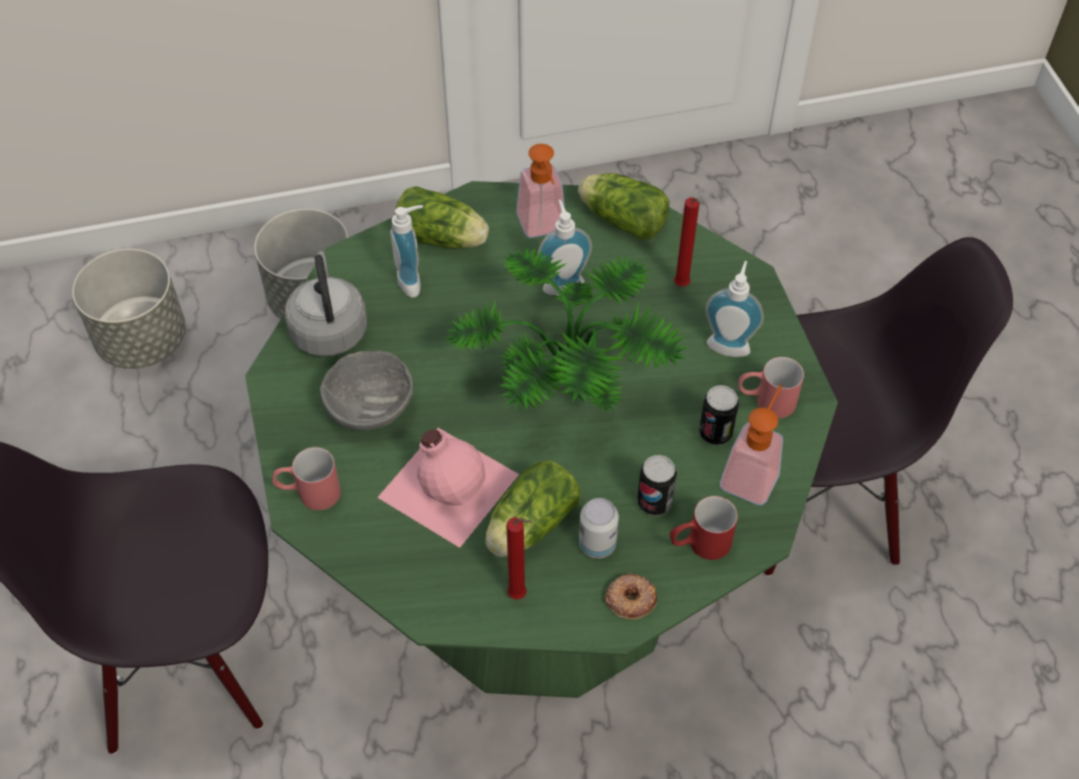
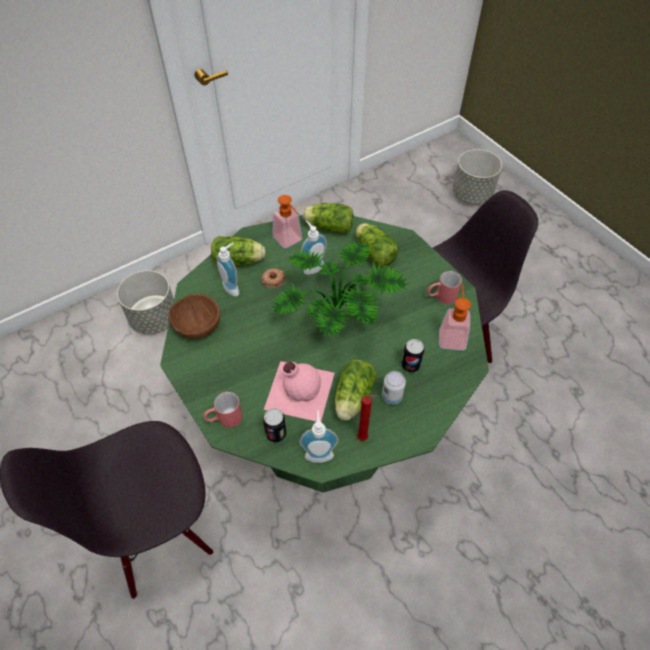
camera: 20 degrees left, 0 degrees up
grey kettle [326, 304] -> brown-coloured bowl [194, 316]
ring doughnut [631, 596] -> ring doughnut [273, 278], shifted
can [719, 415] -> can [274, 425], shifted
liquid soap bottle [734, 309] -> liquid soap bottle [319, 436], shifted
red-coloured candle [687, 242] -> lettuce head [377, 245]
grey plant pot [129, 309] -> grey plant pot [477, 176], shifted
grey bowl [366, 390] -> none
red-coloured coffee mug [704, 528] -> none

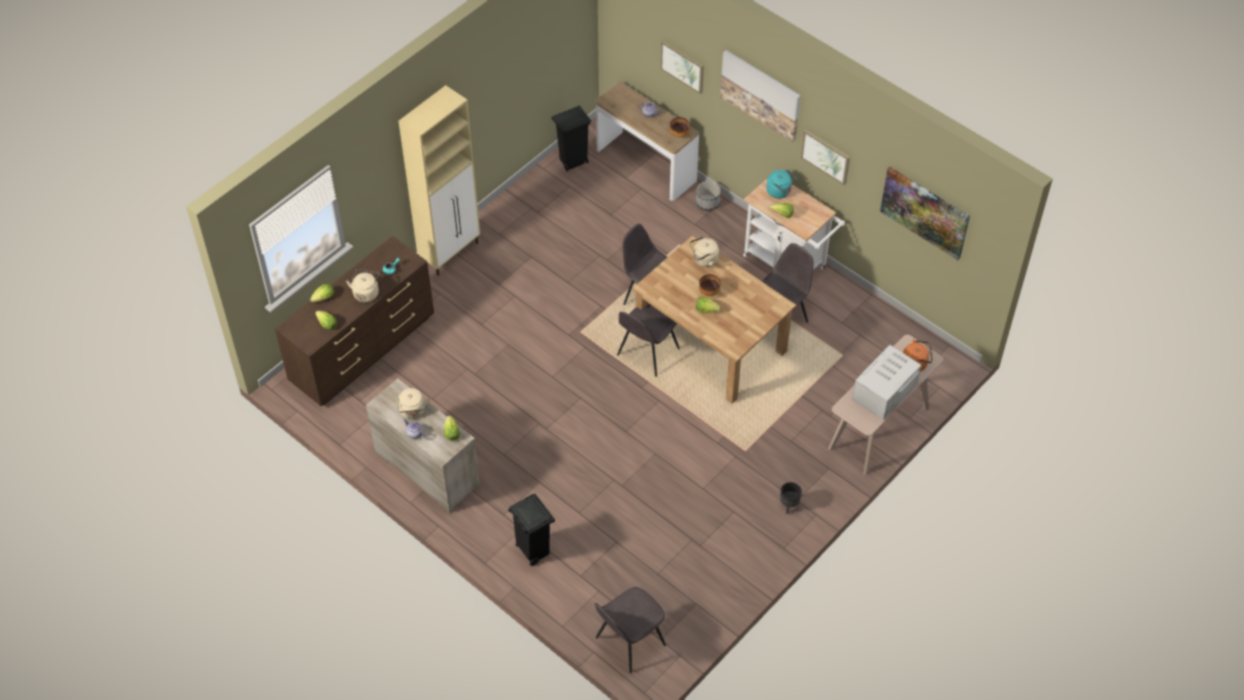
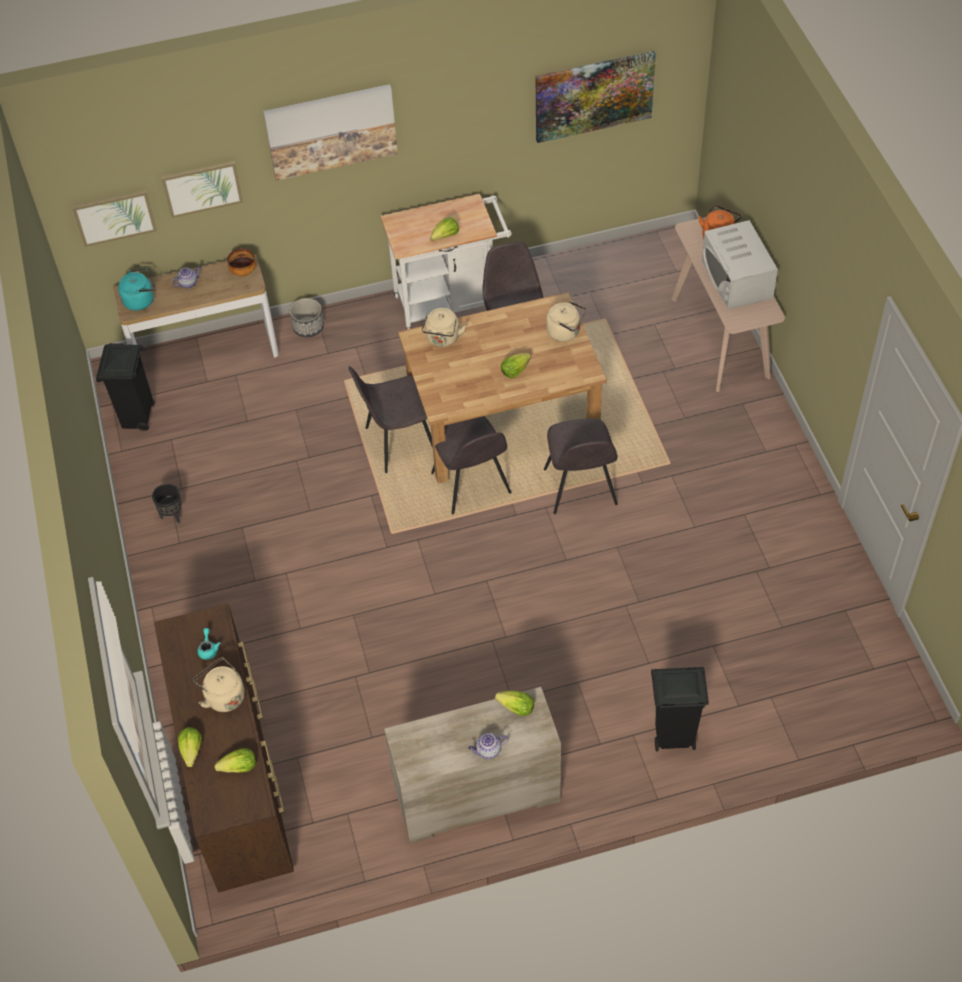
camera: 55 degrees left, 0 degrees up
wall art [825, 157] -> wall art [114, 218], shifted
turquoise kettle [781, 184] -> turquoise kettle [136, 289], shifted
black plant pot [791, 498] -> black plant pot [167, 503], shifted
grey plain chair [630, 630] -> grey plain chair [581, 466], shifted
beige kettle [414, 403] -> beige kettle [566, 321], shifted
beige cupboard [439, 180] -> none
bowl [710, 285] -> none

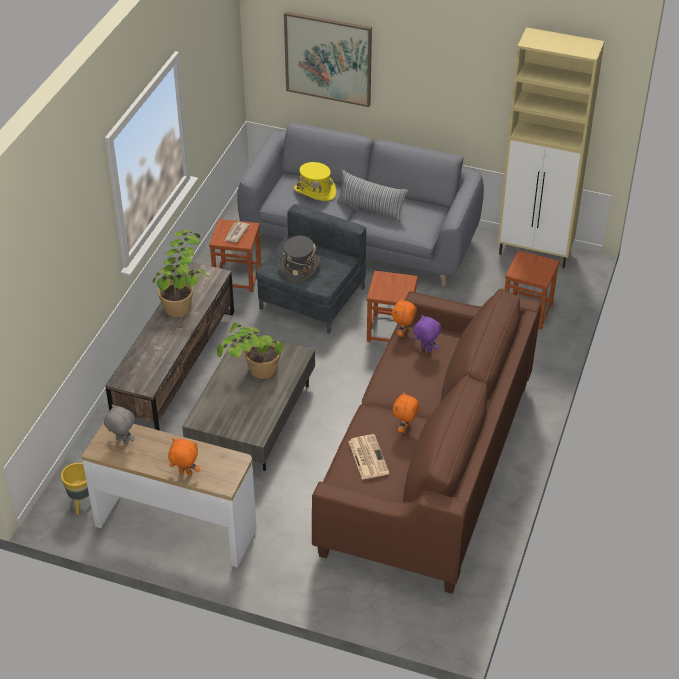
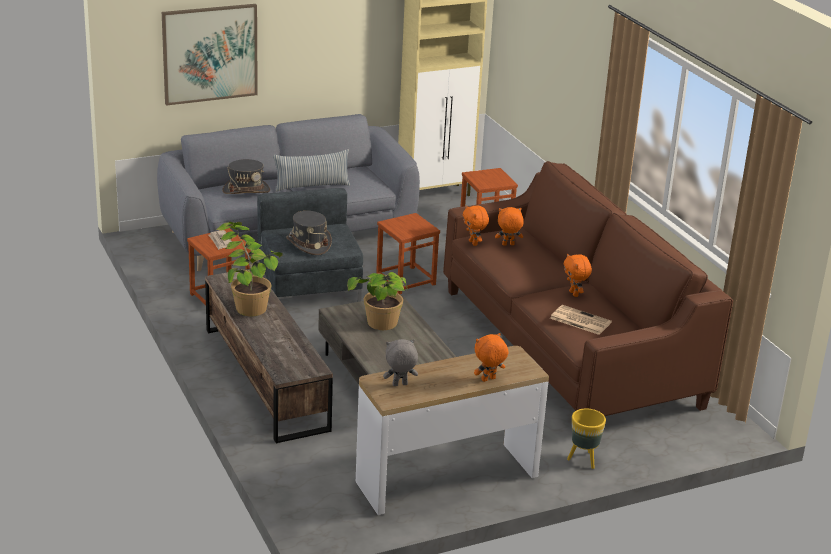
camera: 45 degrees left, 15 degrees down
yellowish wearable hat [315, 181] -> grey wearable hat [246, 176]
purple soft toy [427, 333] -> orange soft toy [509, 226]
yellowish plant pot [75, 489] -> yellowish plant pot [586, 438], shifted

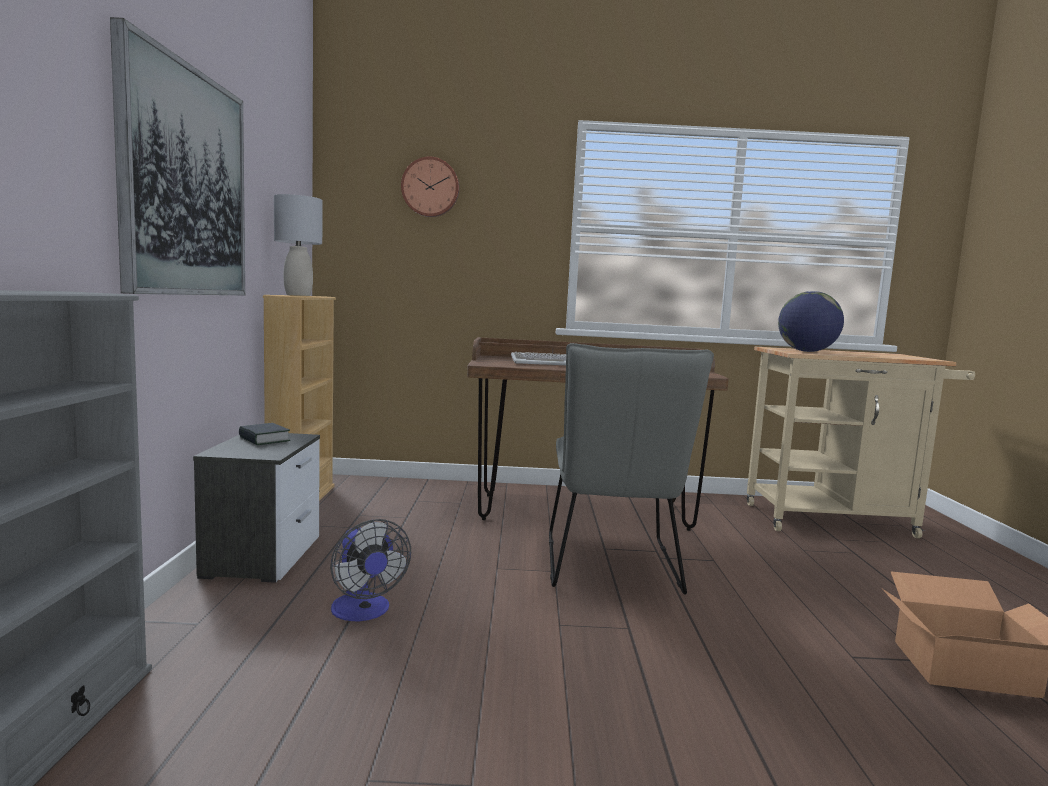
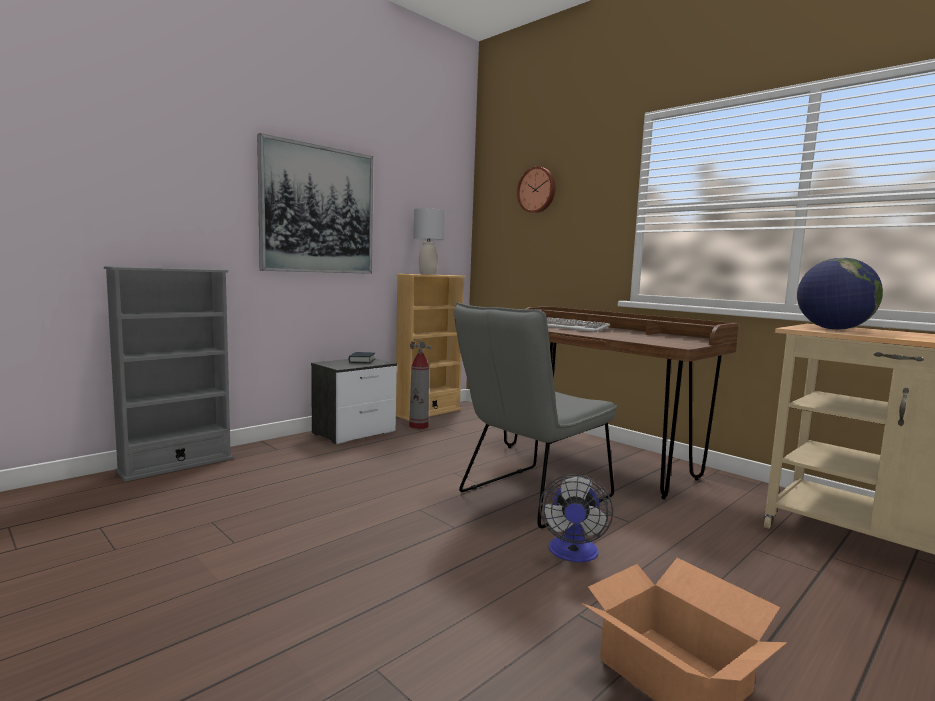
camera: 45 degrees right, 0 degrees up
none -> fire-fighting cylinder [420, 384]
fan [370, 570] -> fan [576, 518], shifted

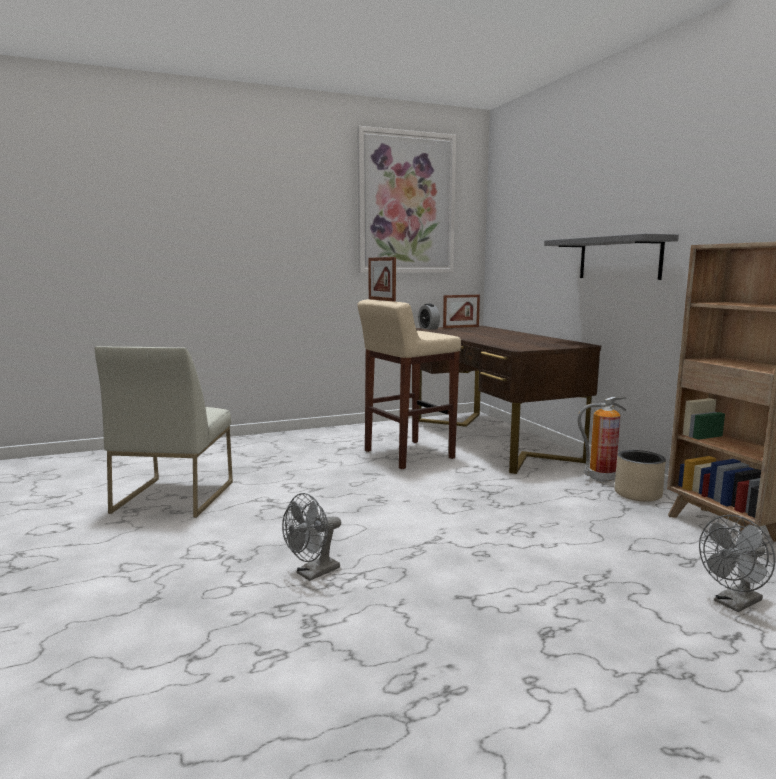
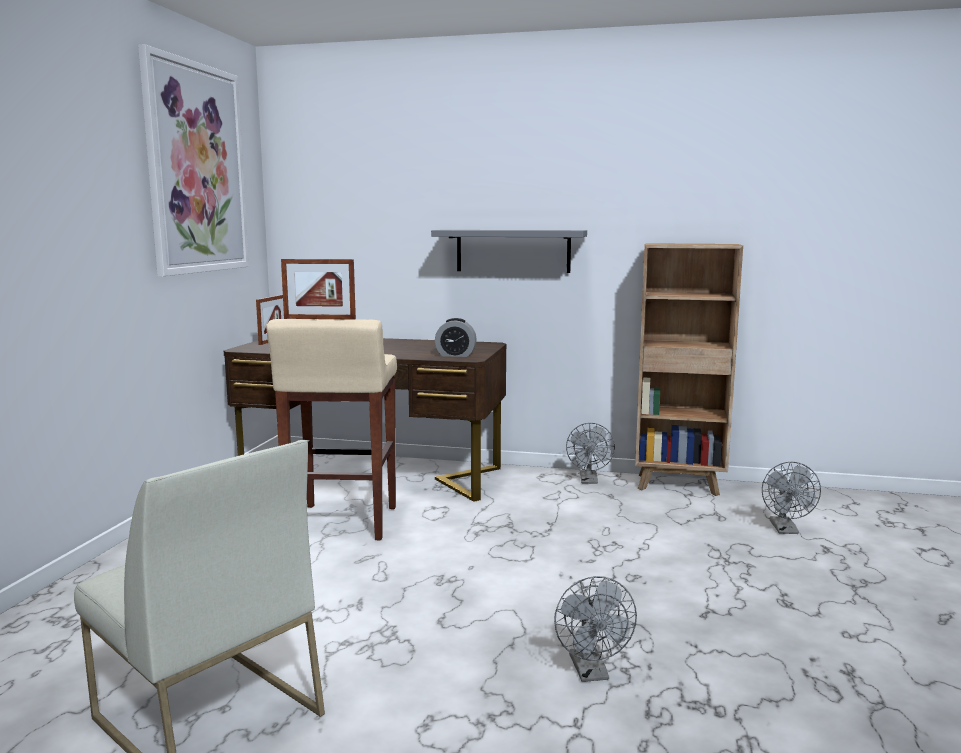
camera: 55 degrees left, 0 degrees up
alarm clock [429, 317] -> alarm clock [456, 337], shifted
beige plant pot [640, 476] -> grey fan [590, 453]
fire-fighting cylinder [601, 439] -> none

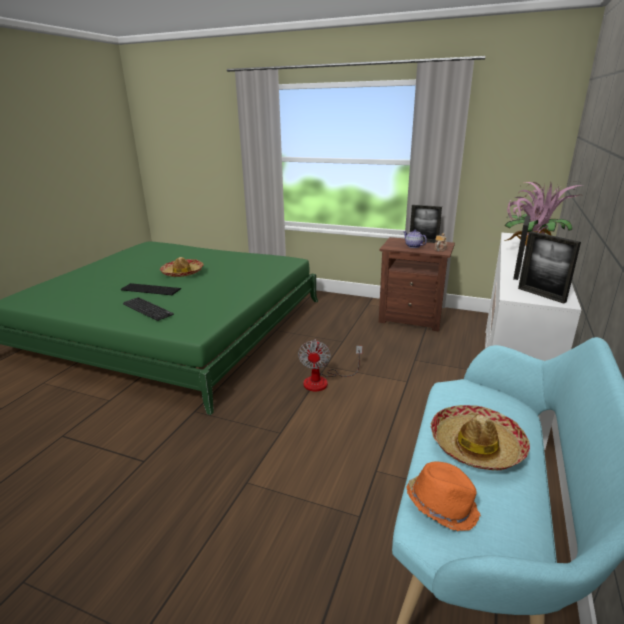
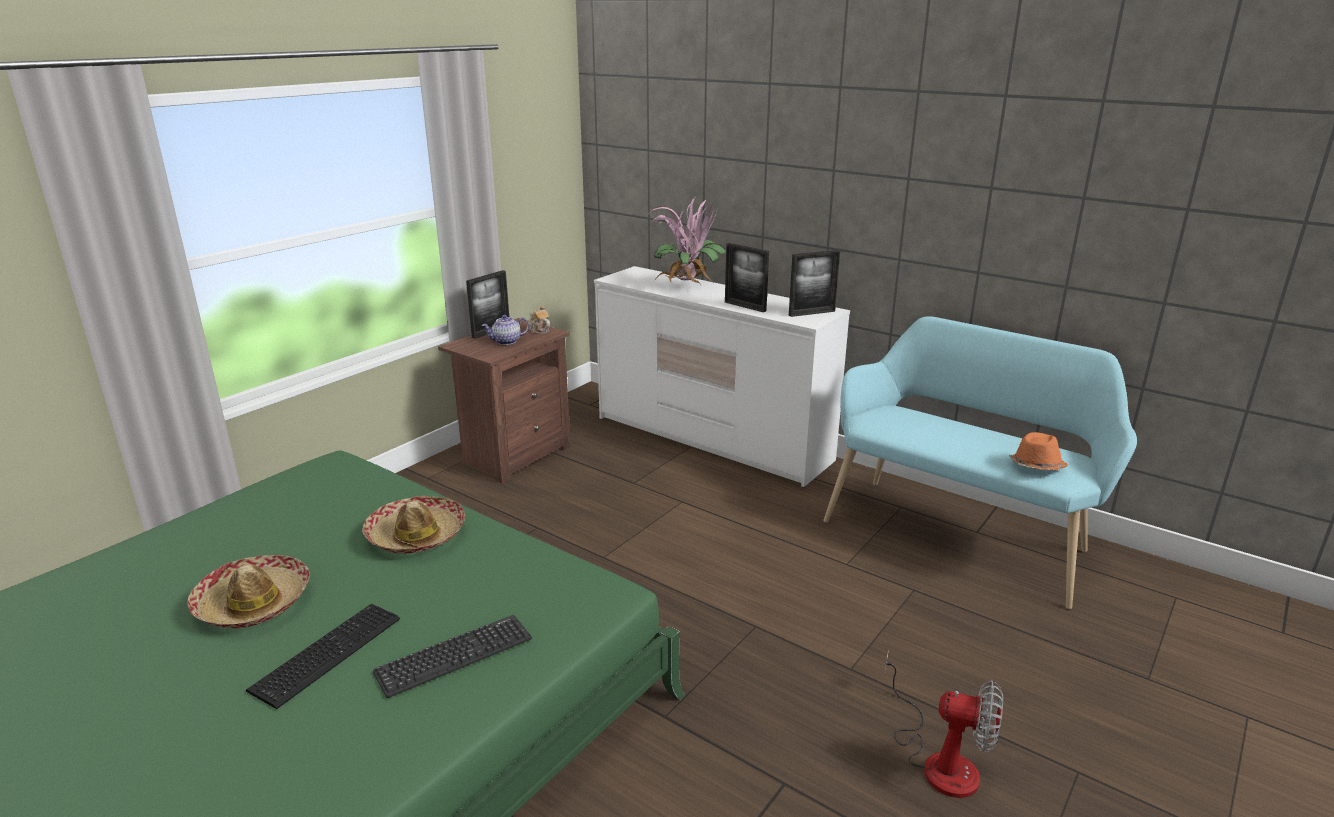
camera: 75 degrees left, 0 degrees up
wearable hat [480, 437] -> wearable hat [413, 525], shifted
fan [330, 365] -> fan [944, 724], shifted

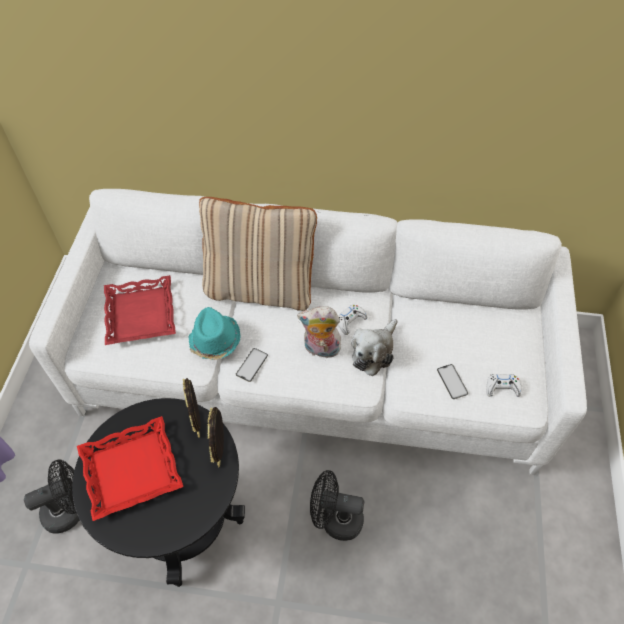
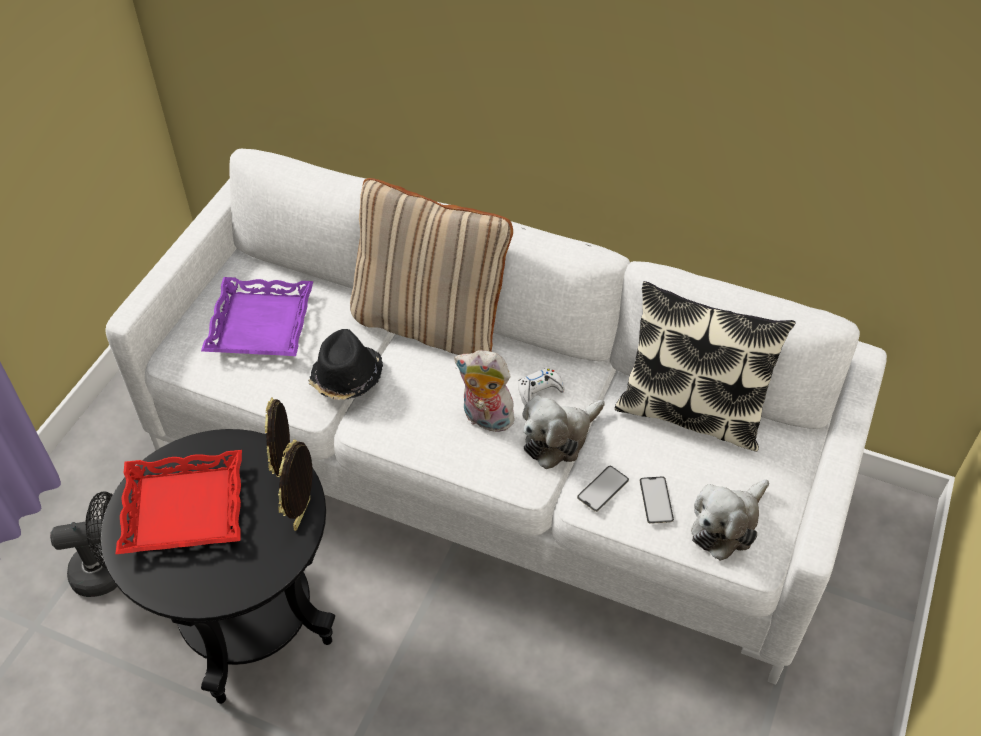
camera: 15 degrees right, 5 degrees down
red-coloured serving tray [140, 310] -> purple serving tray [257, 316]
turquoise wearable hat [214, 333] -> black wearable hat [345, 364]
handset [252, 365] -> handset [603, 489], shifted
none -> throw pillow [705, 366]
white joypad [504, 385] -> soft toy [730, 520]
black fan [337, 505] -> none

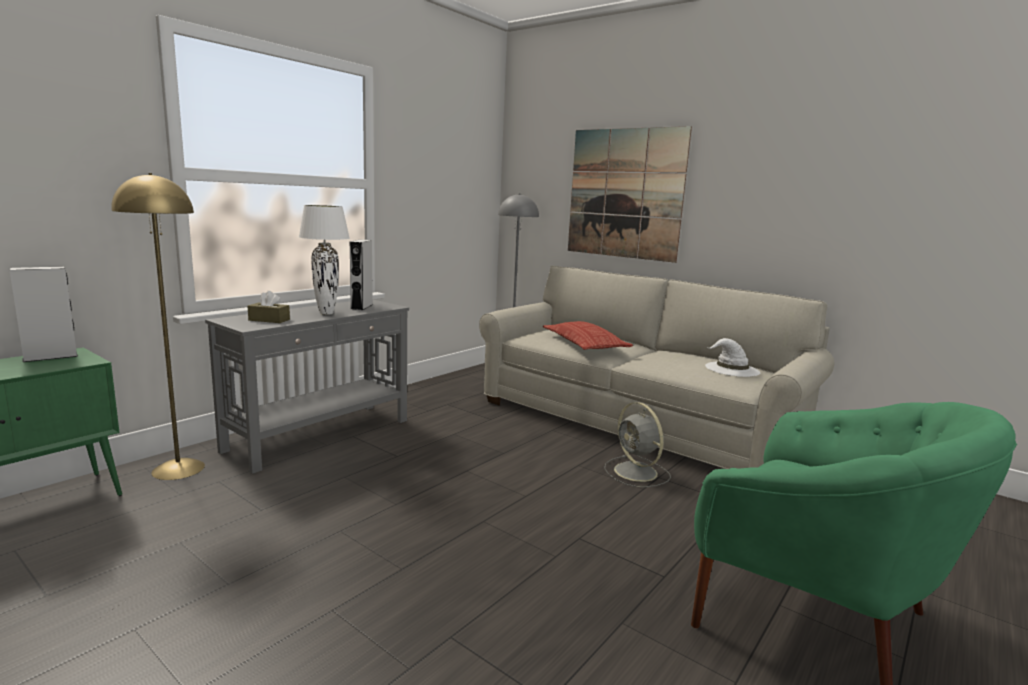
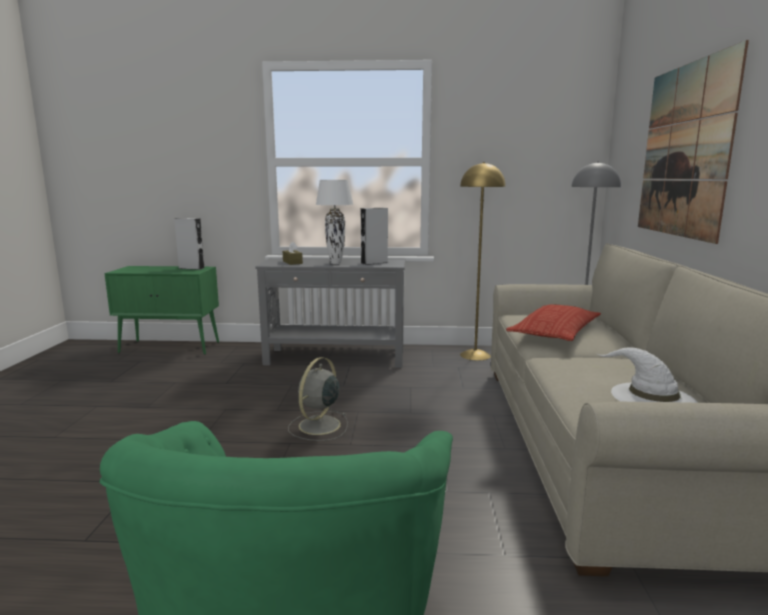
camera: 55 degrees right, 0 degrees up
grey fan [637, 444] -> grey fan [318, 399], shifted
yellowish standard lamp [158, 326] -> yellowish standard lamp [483, 261], shifted

